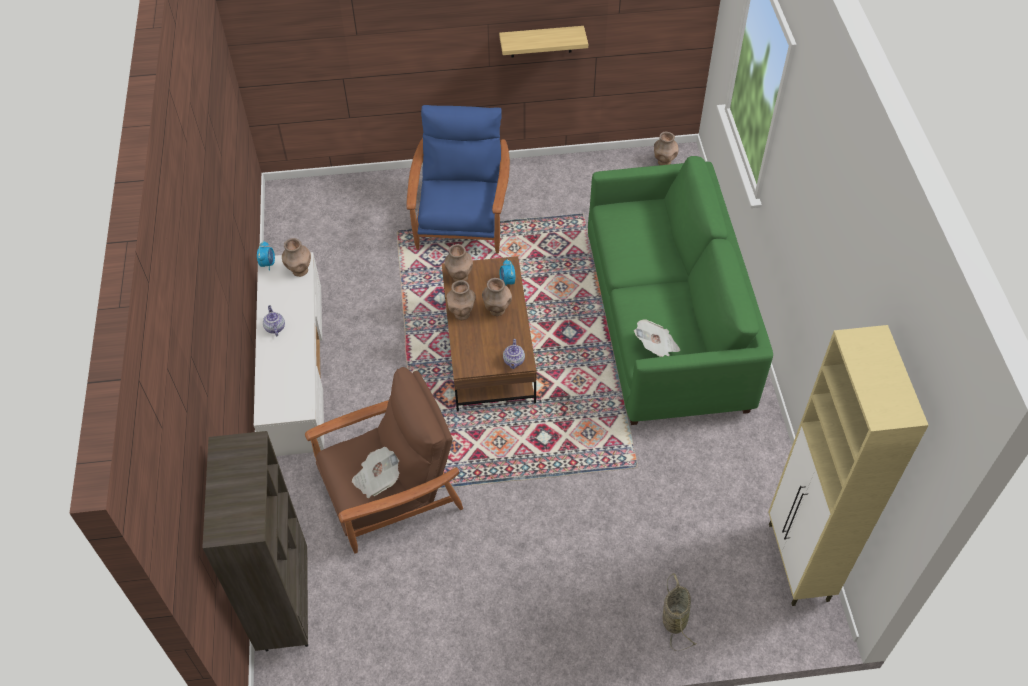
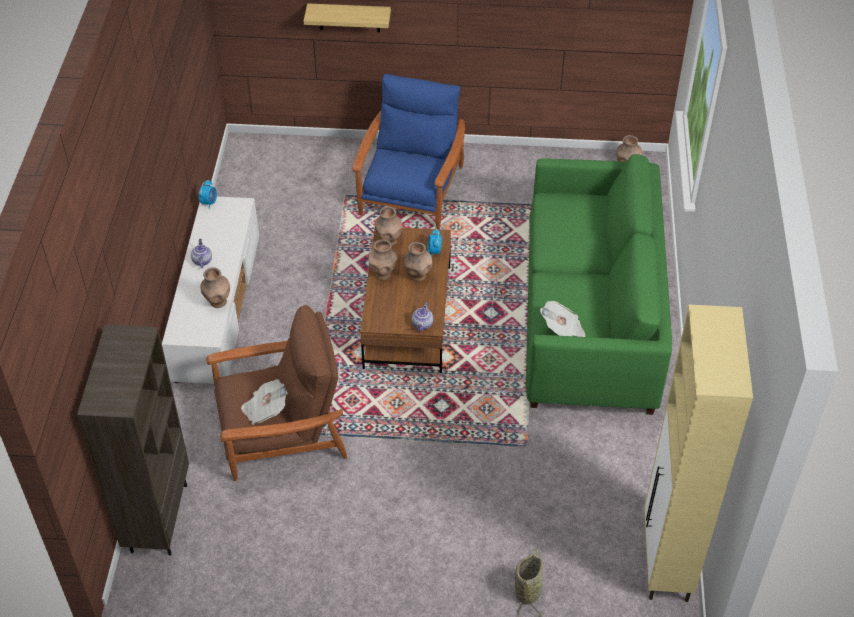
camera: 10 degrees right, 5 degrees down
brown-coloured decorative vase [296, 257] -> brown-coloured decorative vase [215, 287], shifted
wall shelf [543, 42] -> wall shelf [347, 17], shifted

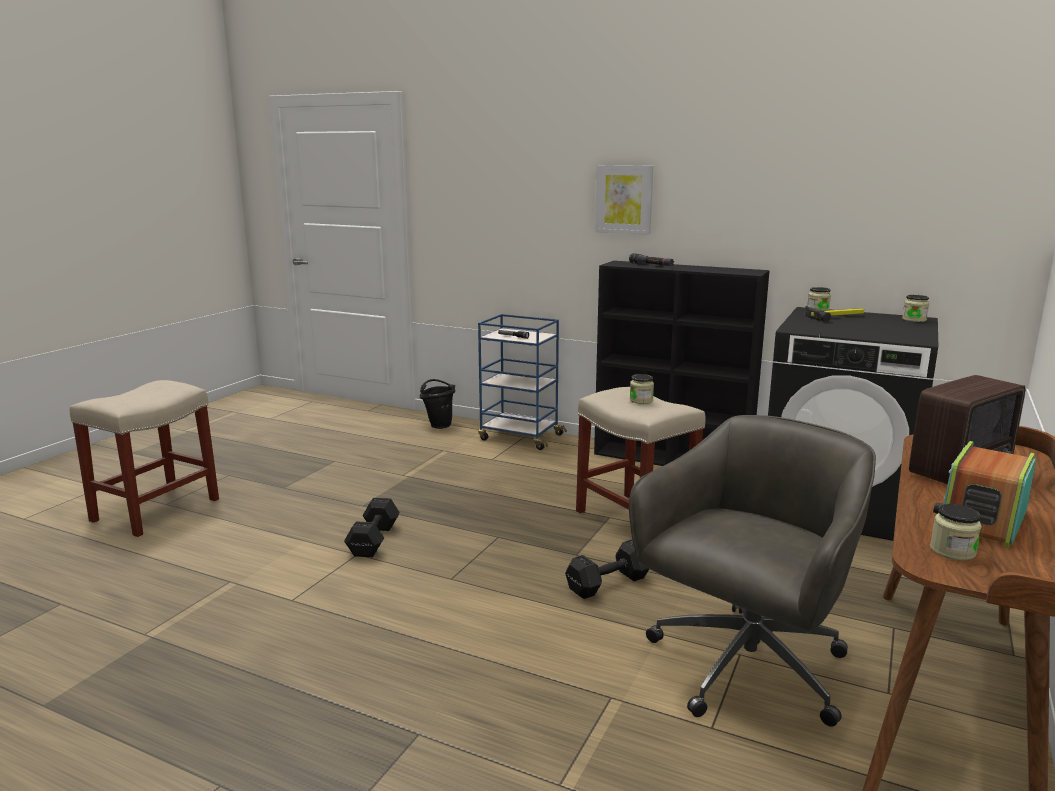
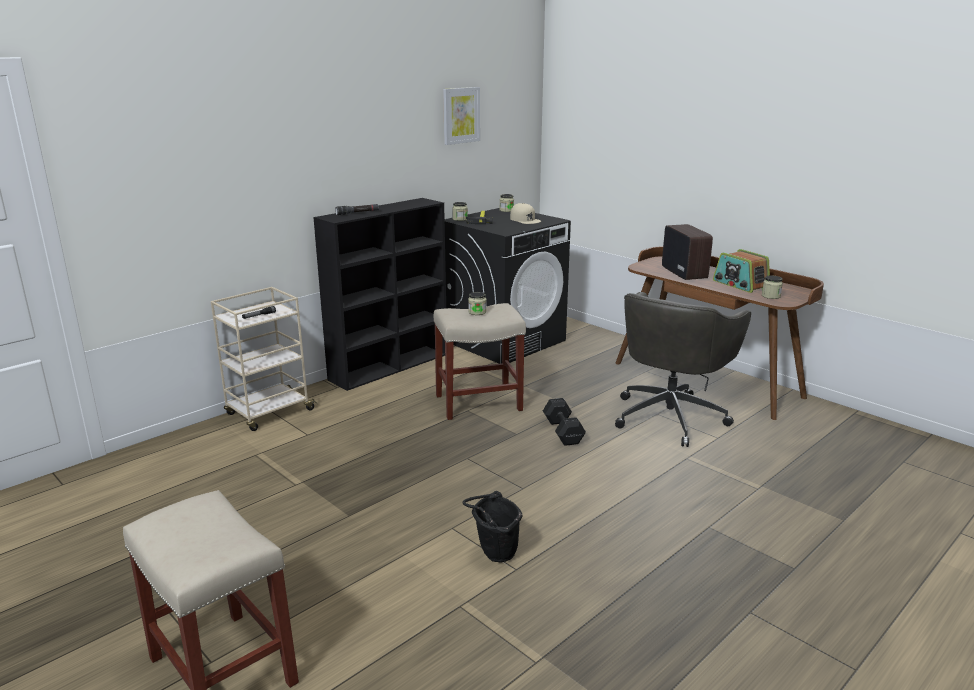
camera: 70 degrees left, 5 degrees up
bluish wheeled cart [522, 382] -> beige wheeled cart [264, 359]
wall art [624, 200] -> wall art [461, 116], shifted
black pail [437, 404] -> black pail [492, 527], shifted
none -> beige cap [525, 213]
grey desk chair [752, 571] -> grey desk chair [683, 369], 120 degrees counterclockwise
black dumbbell [372, 527] -> none

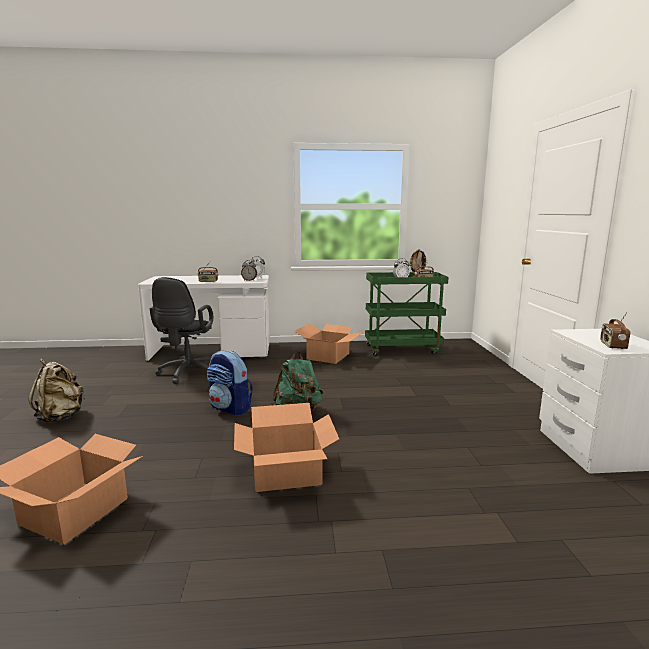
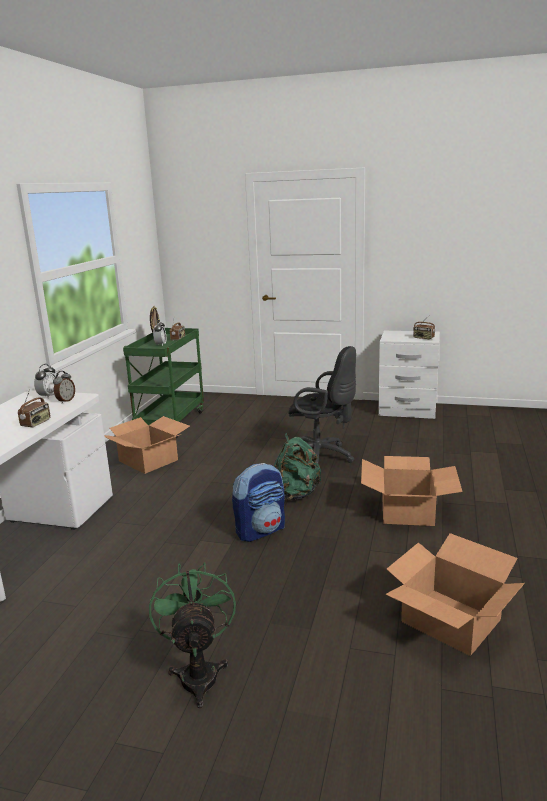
camera: 70 degrees left, 5 degrees up
beige backpack [56, 390] -> green fan [192, 635]
black desk chair [181, 330] -> black desk chair [322, 404], shifted

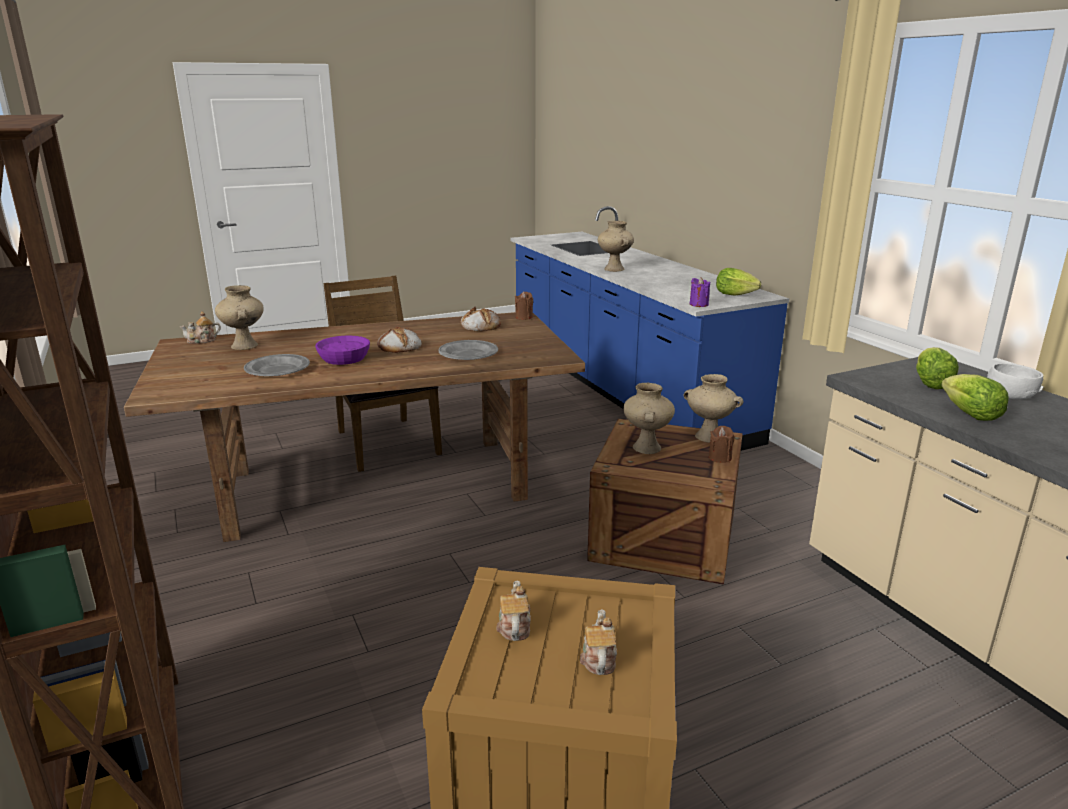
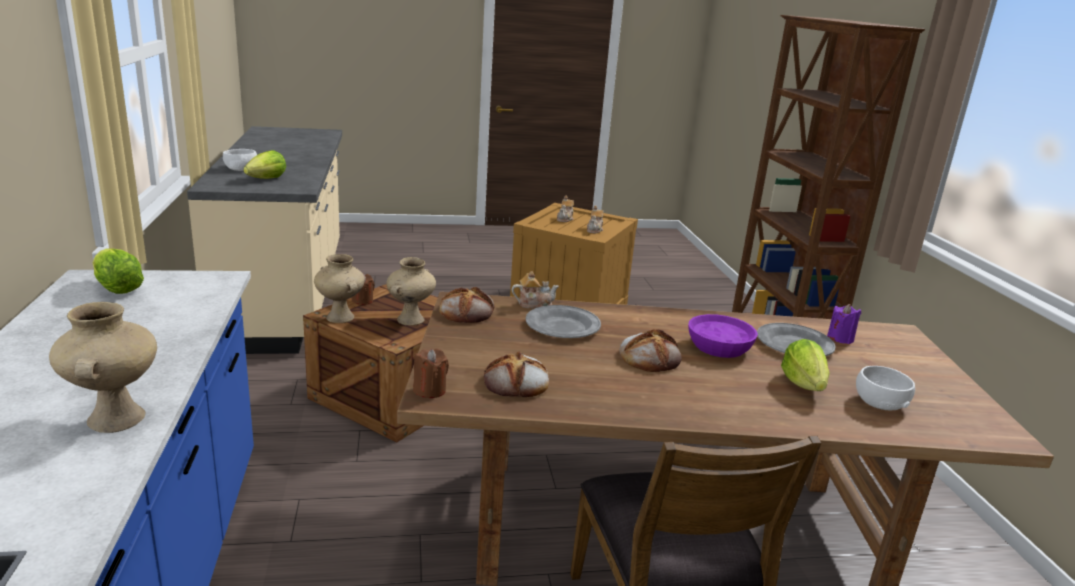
camera: 165 degrees left, 0 degrees up
none -> baked bread [467, 305]
tea pot [200, 327] -> tea pot [535, 289], shifted
lettuce head [975, 397] -> lettuce head [805, 365], shifted
purple candle [700, 292] -> purple candle [844, 324], shifted
beige decorative vase [239, 317] -> white bowl [885, 388]

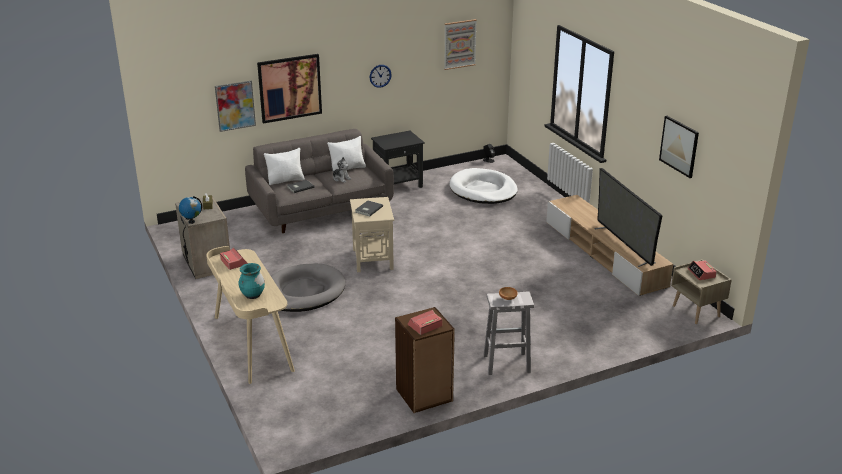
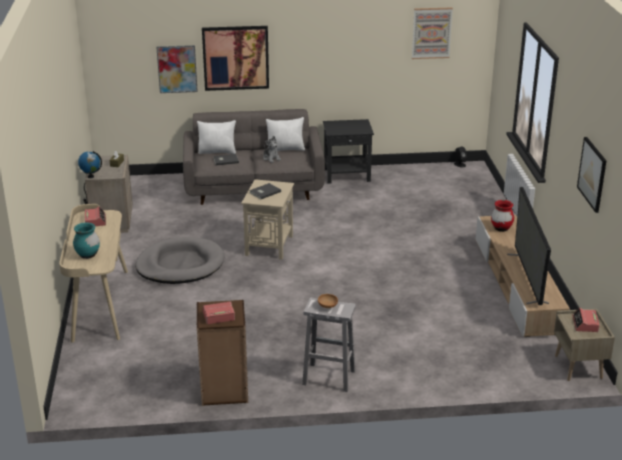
camera: 20 degrees right, 0 degrees up
none -> red-coloured decorative vase [502, 216]
clock on the wall [381, 76] -> none
white pet bed [484, 186] -> none

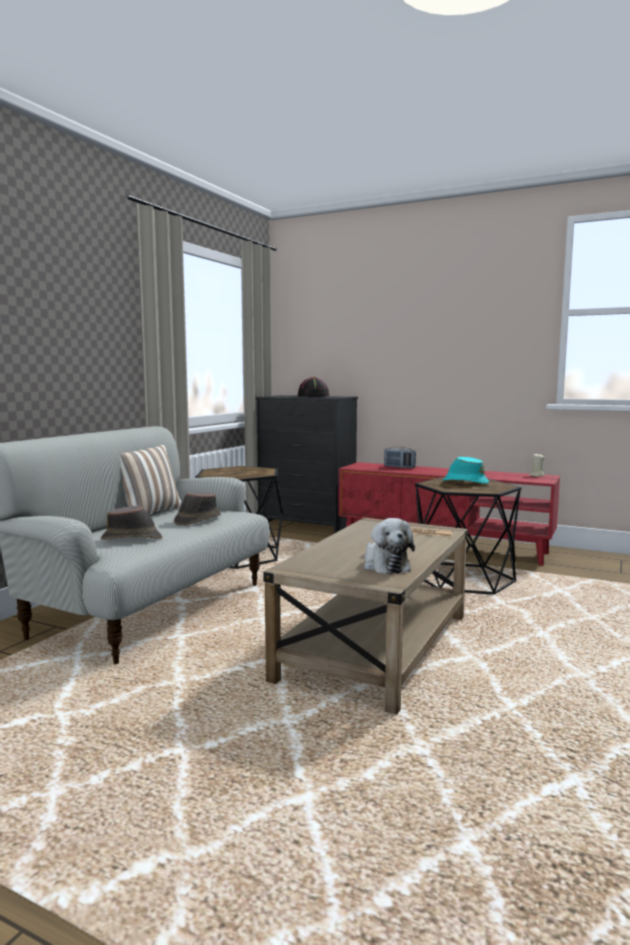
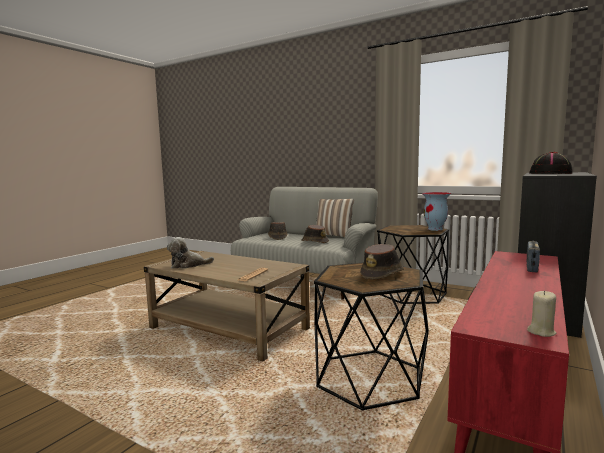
camera: 95 degrees right, 0 degrees up
turquoise wearable hat [466, 470] -> brown-coloured wearable hat [382, 262]
none -> decorative vase [436, 211]

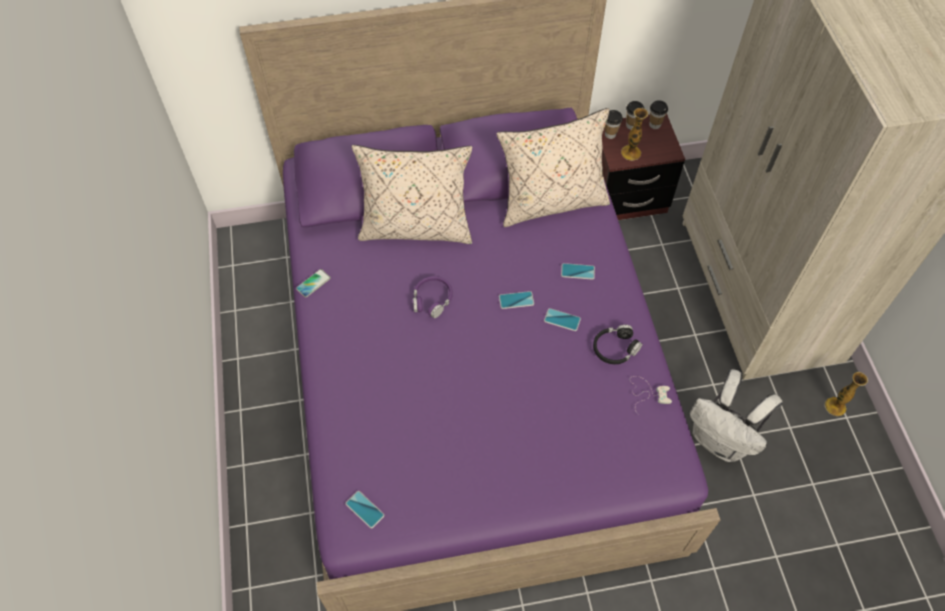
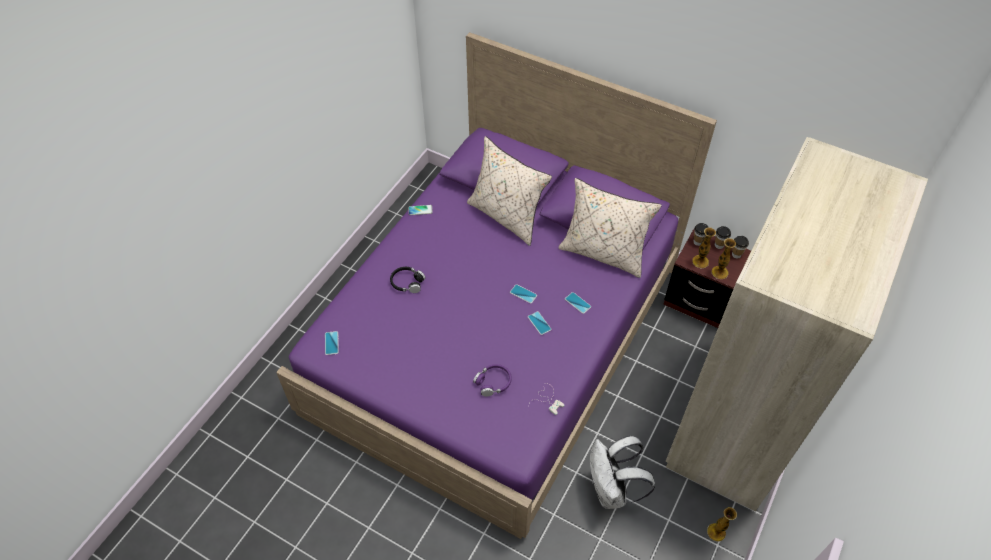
camera: 40 degrees right, 5 degrees down
black pair of headphones [617, 344] -> black pair of headphones [408, 280], shifted
purple pair of headphones [433, 297] -> purple pair of headphones [492, 380], shifted
none -> decorative vase [724, 258]

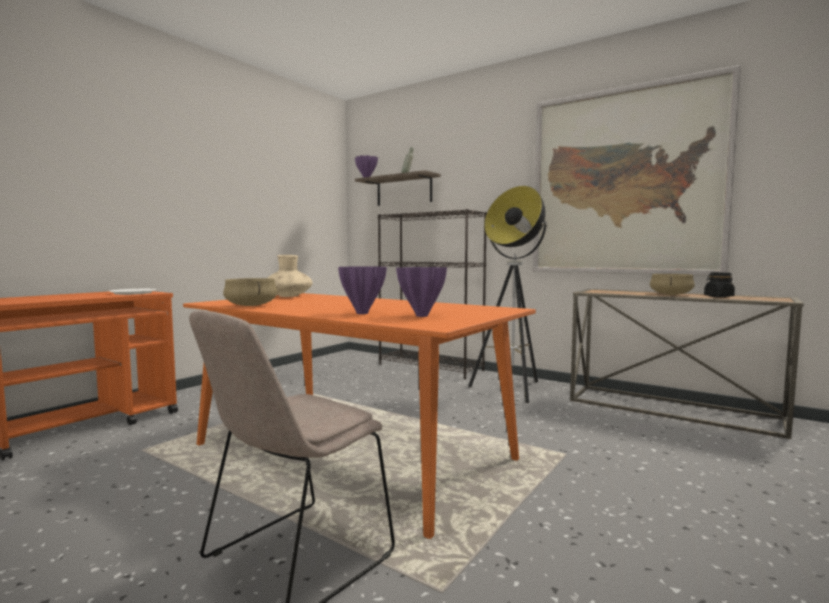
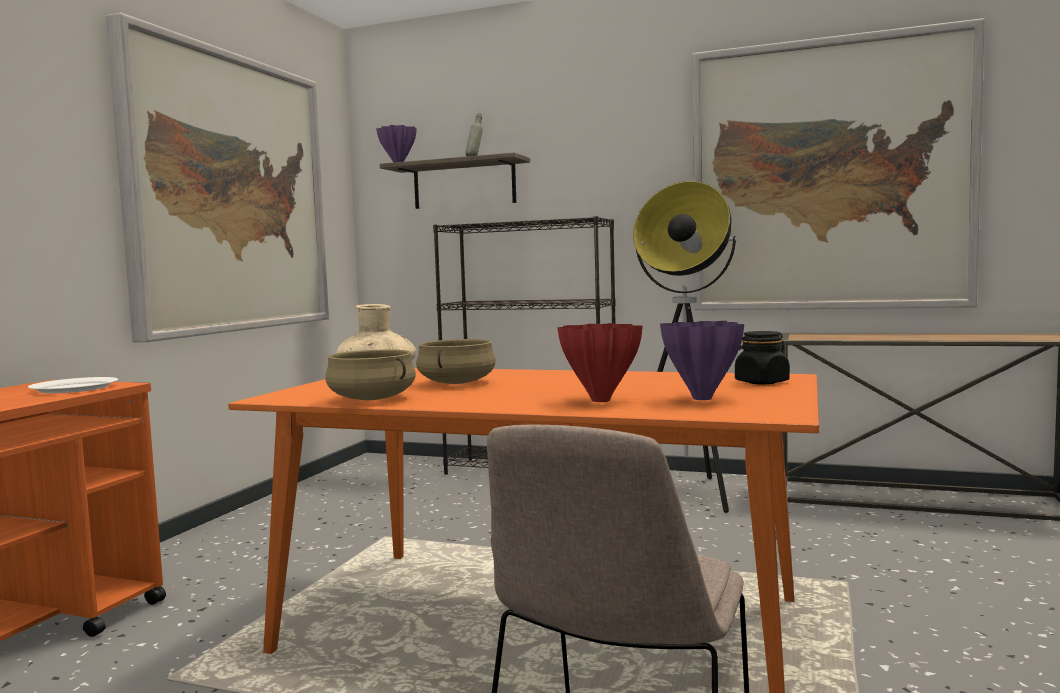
camera: 15 degrees left, 0 degrees up
none -> wall art [217, 177]
beige cooking pot [672, 284] -> beige cooking pot [456, 361], shifted
purple decorative vase [362, 290] -> red-coloured decorative vase [600, 362]
black preserve jar [719, 285] -> black preserve jar [762, 357], shifted

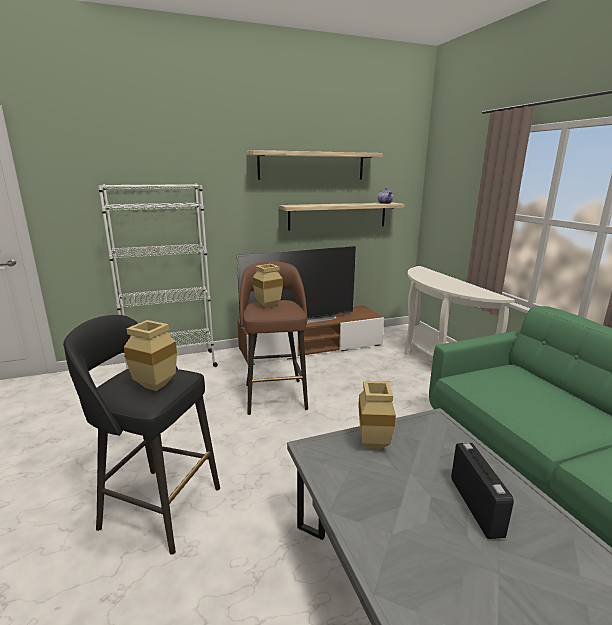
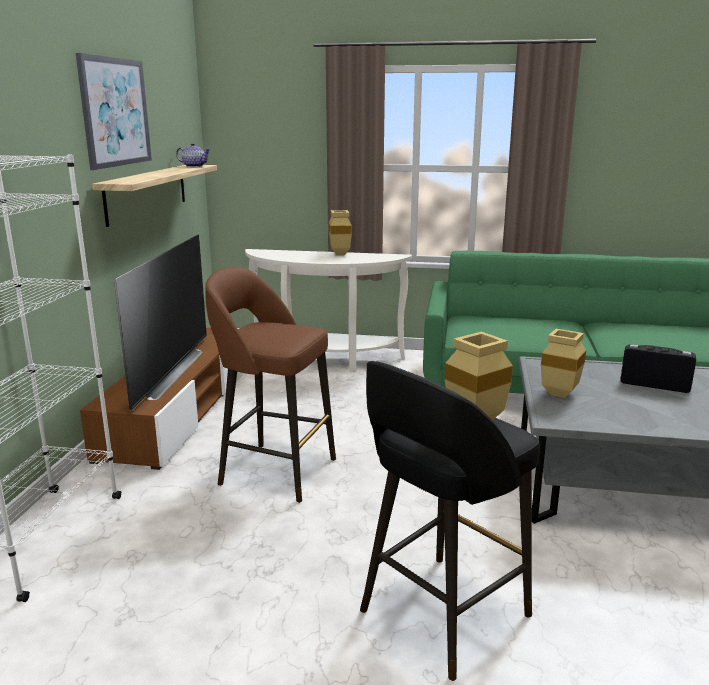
camera: 60 degrees left, 0 degrees up
wall shelf [315, 165] -> wall art [114, 111]
beige decorative vase [268, 286] -> beige decorative vase [340, 232], shifted

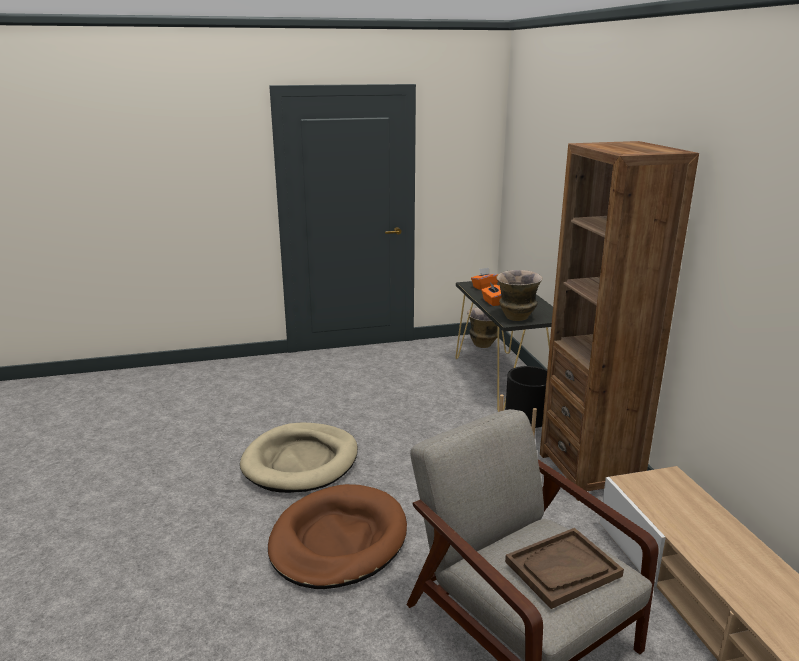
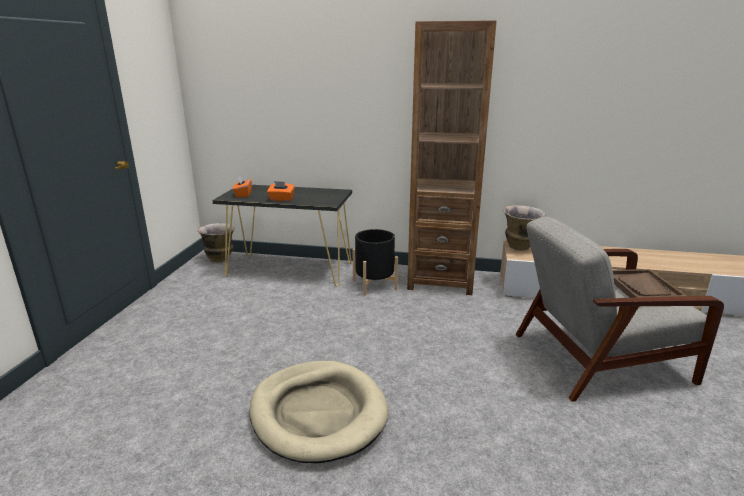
camera: 65 degrees left, 0 degrees up
decorative vase [519, 295] -> decorative vase [524, 228], shifted
brown-coloured pet bed [337, 536] -> none

